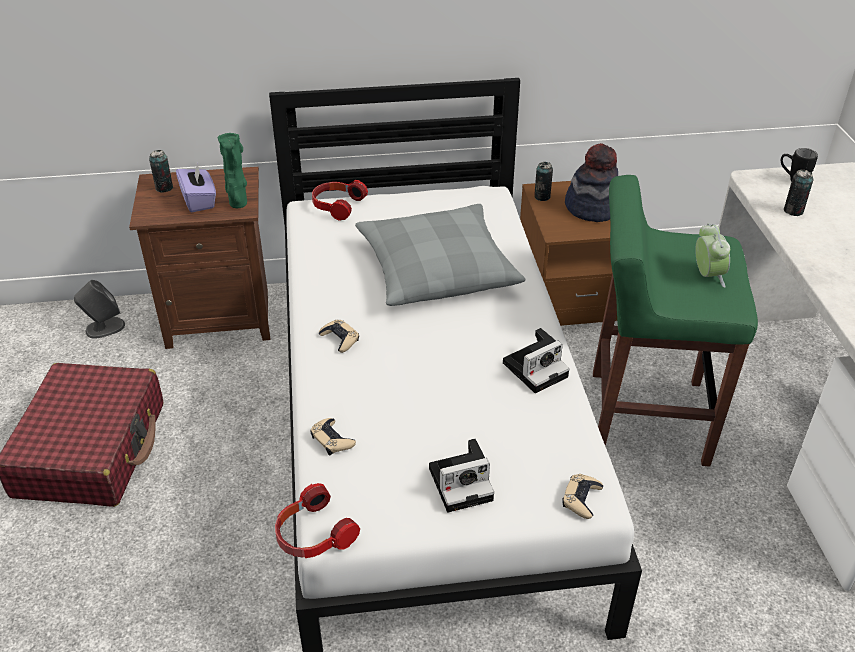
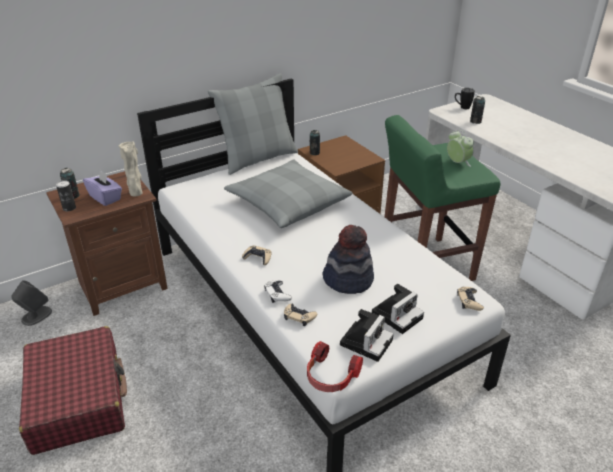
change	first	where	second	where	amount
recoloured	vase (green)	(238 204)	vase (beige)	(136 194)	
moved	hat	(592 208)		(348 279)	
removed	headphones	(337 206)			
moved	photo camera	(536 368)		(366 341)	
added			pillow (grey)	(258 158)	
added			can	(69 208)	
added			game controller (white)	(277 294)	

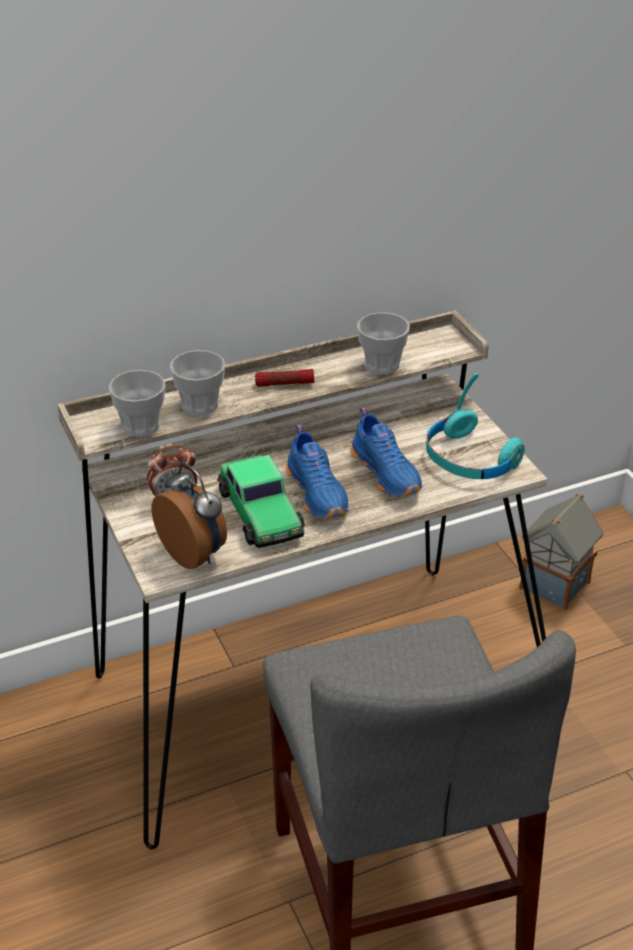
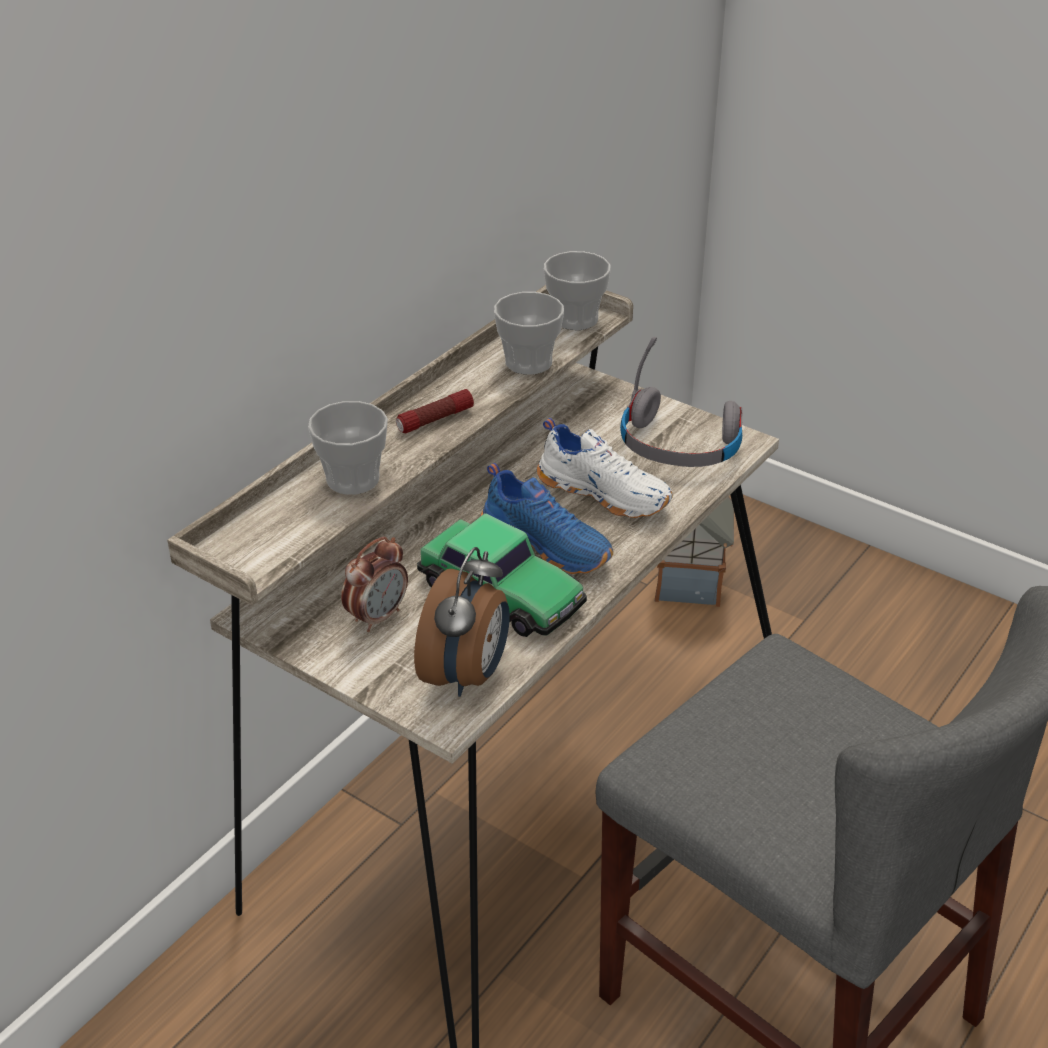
change	first	where	second	where	amount
moved	cup	(141 425)		(575 319)	
recoloured	headphones (turquoise)	(470 459)	headphones (grey)	(680 445)	
recoloured	shoe (blue)	(387 473)	shoe (white)	(605 492)	
turned	alarm clock	(194 554)		(467 675)	90 degrees clockwise

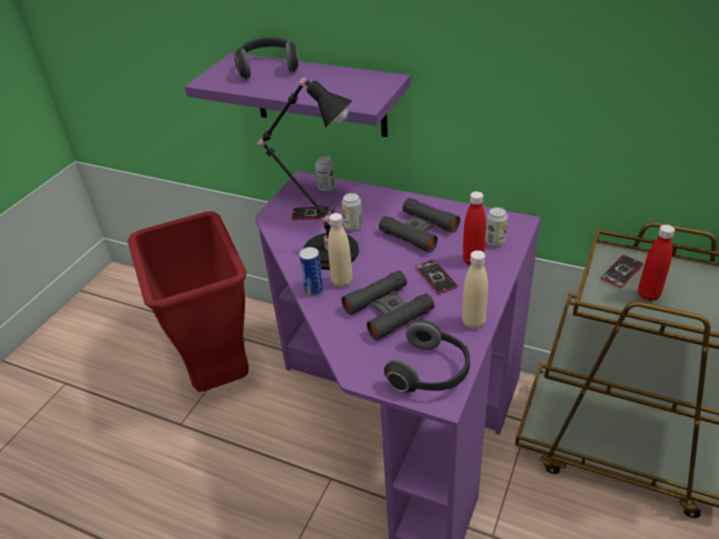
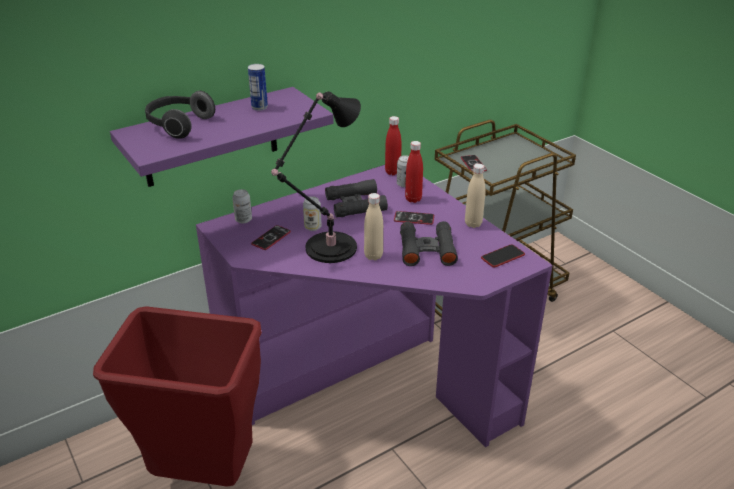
change	first	where	second	where	amount
moved	bottle (red)	(648 295)		(392 172)	
moved	can	(314 291)		(259 107)	
replaced	headphones	(431 372)	phone	(502 256)	

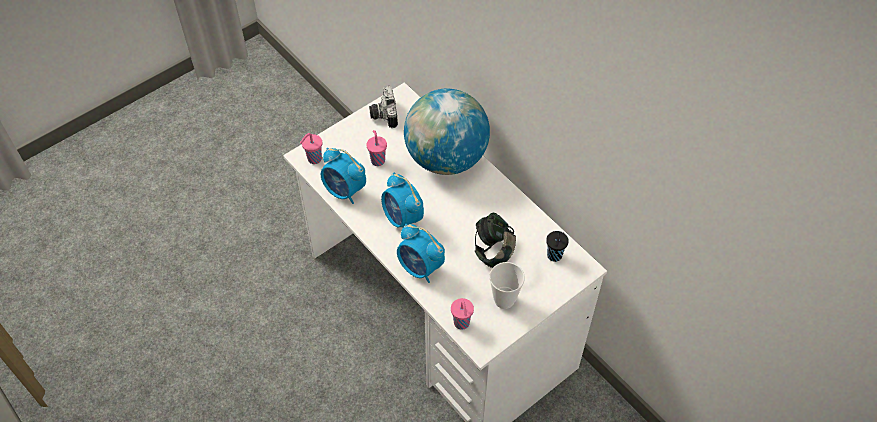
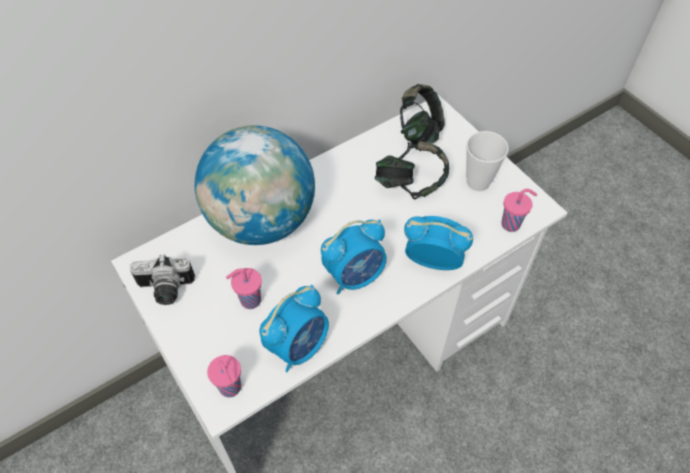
change	first	where	second	where	amount
turned	alarm clock	(420 268)		(433 260)	120 degrees counterclockwise
replaced	cup (black)	(554 256)	headphones	(419 133)	

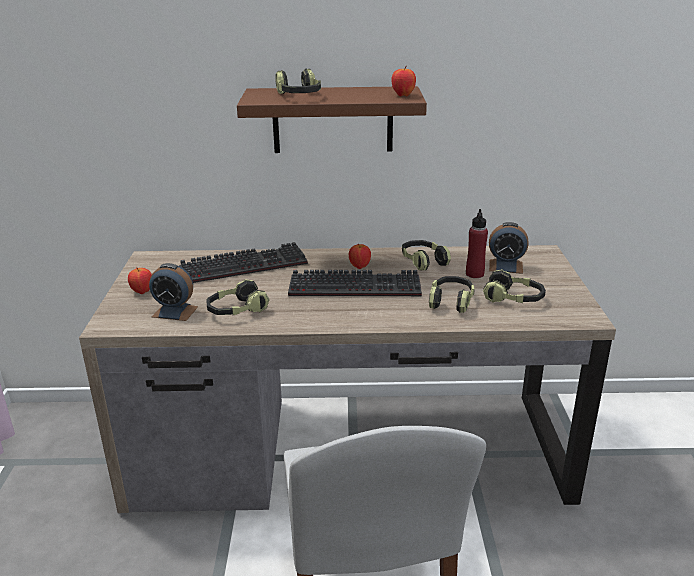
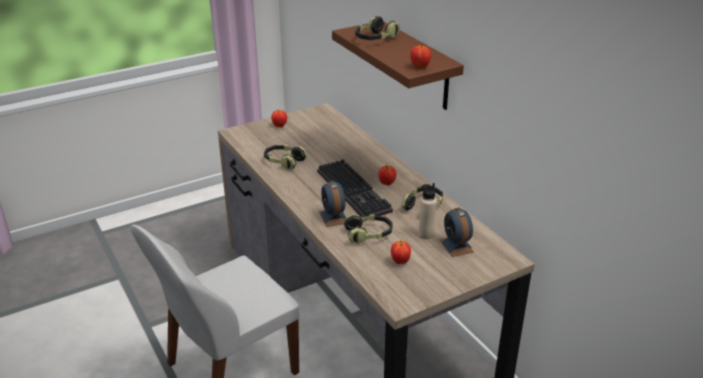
change	first	where	second	where	amount
recoloured	bottle (red)	(474 274)	bottle (beige)	(426 234)	
removed	keyboard	(245 265)			
moved	alarm clock	(175 312)		(333 217)	
replaced	headphones	(513 299)	apple	(400 261)	

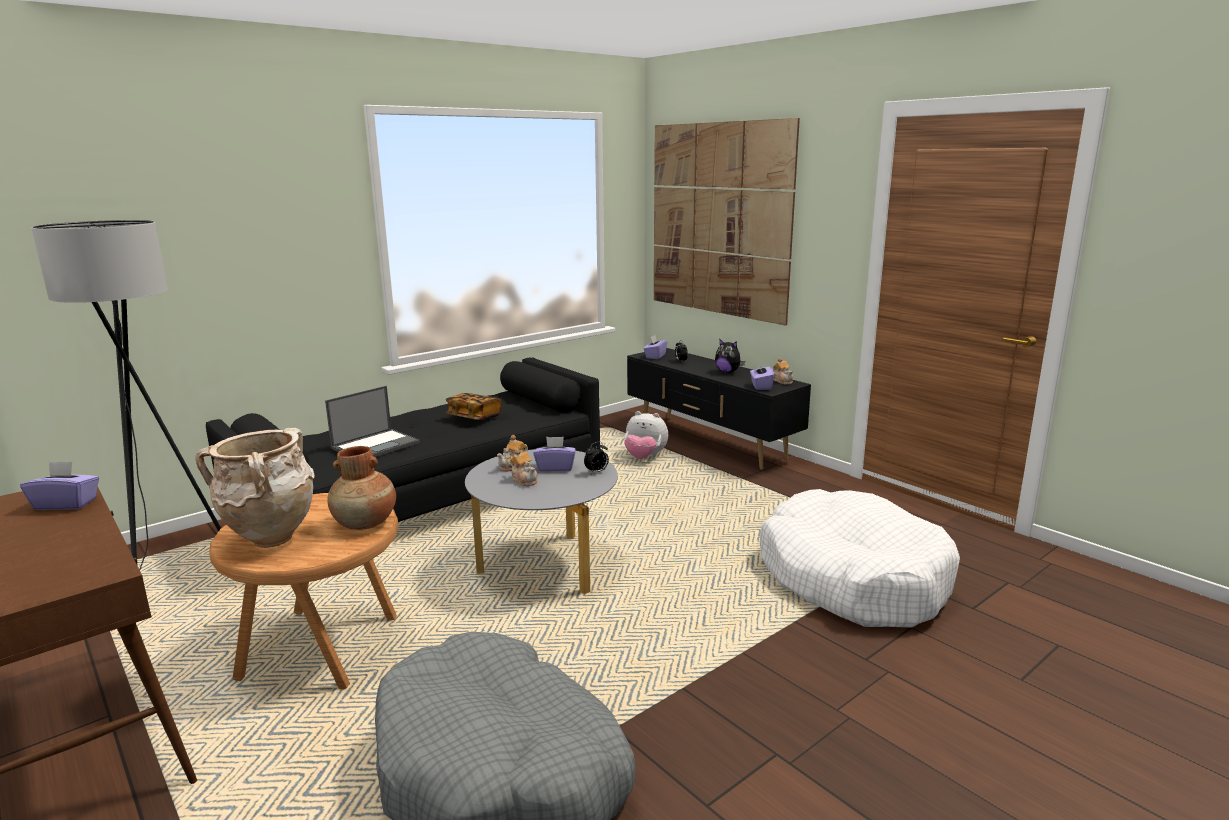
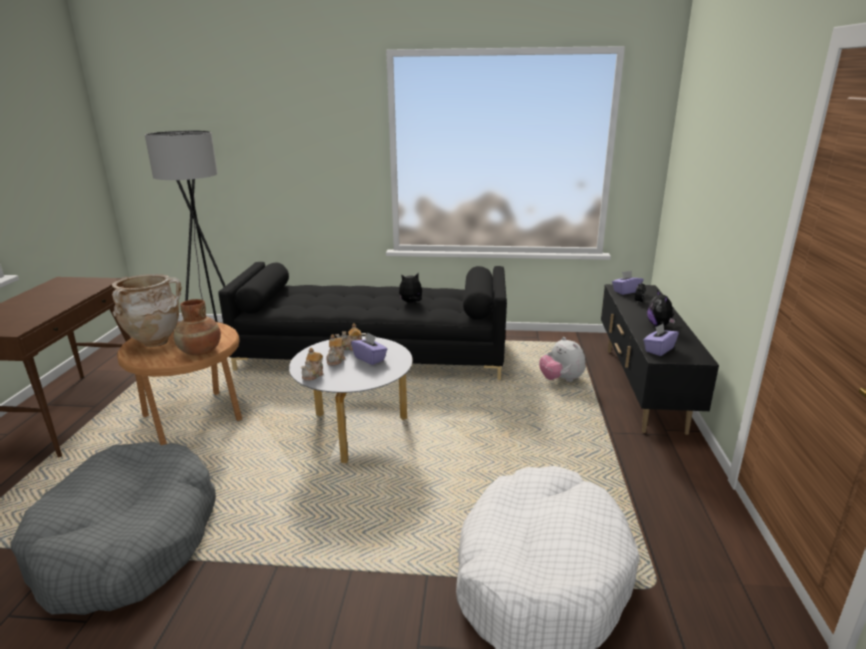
change	first	where	second	where	amount
removed	picture	(719 220)			
moved	teapot	(783 381)		(313 374)	
removed	laptop	(376 445)			
replaced	book	(474 417)	plush toy	(411 302)	
removed	alarm clock	(597 472)			
removed	tissue box (purple)	(66 504)			

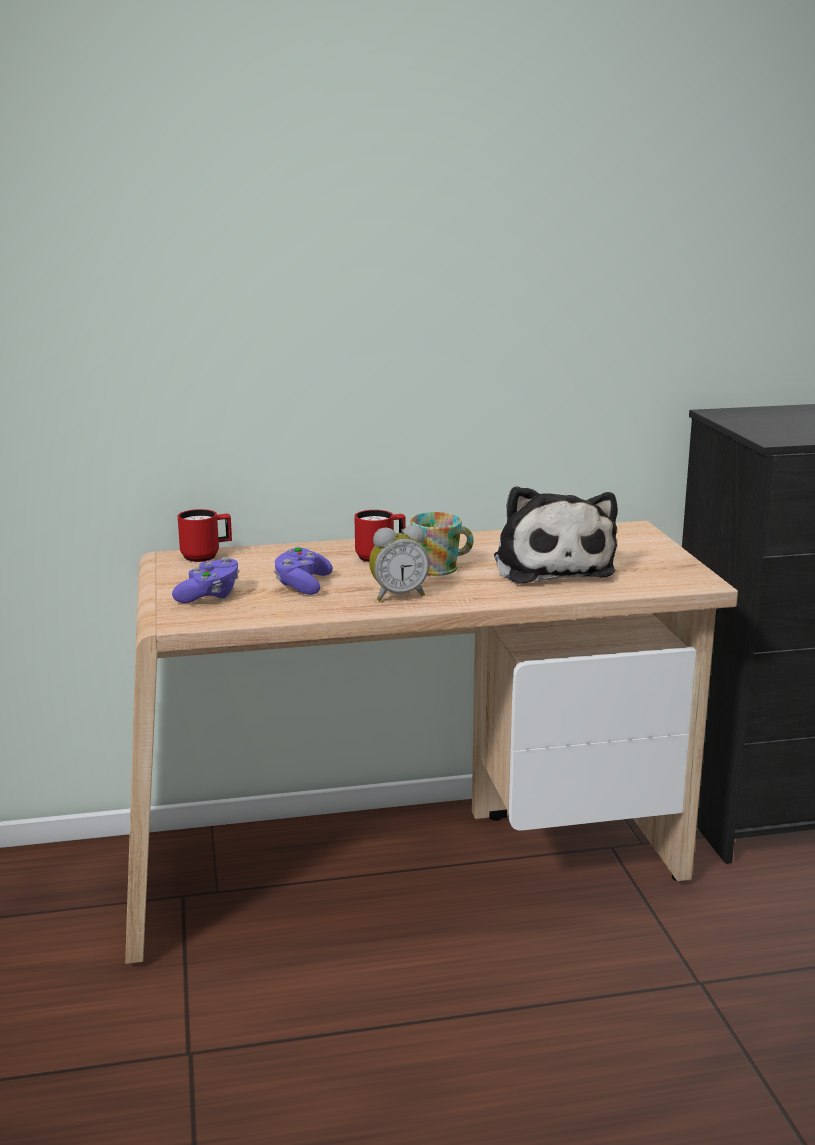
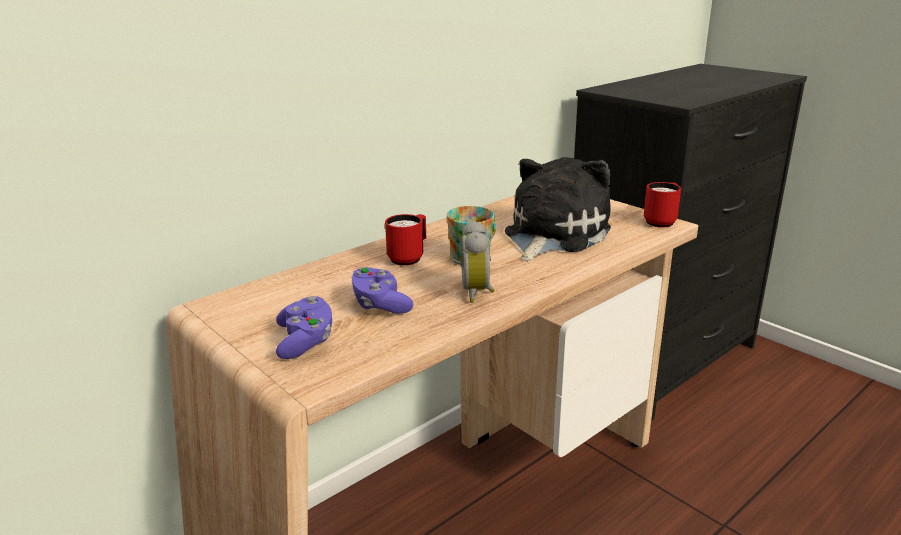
change	first	where	second	where	amount
turned	plush toy	(551 566)		(552 235)	105 degrees counterclockwise
moved	mug (red)	(206 556)		(662 221)	
turned	alarm clock	(398 595)		(478 292)	135 degrees clockwise

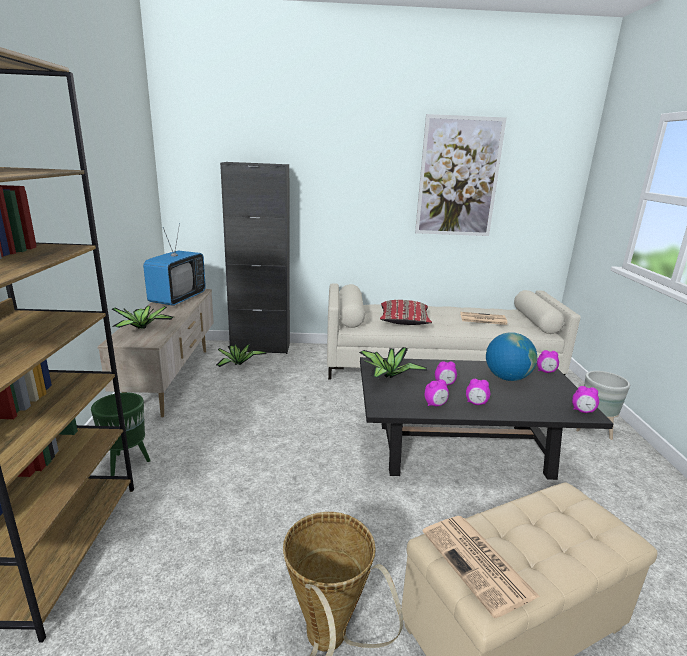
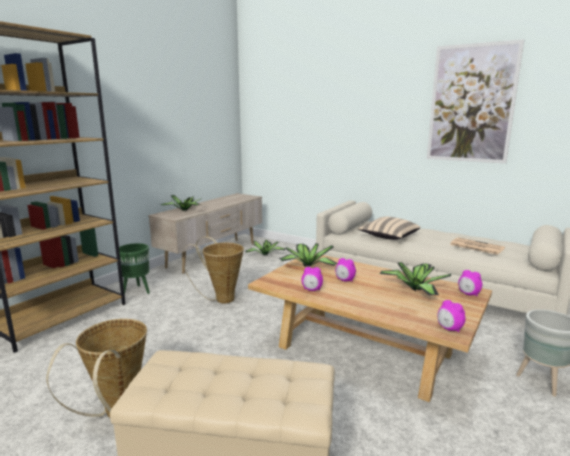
change	first	where	second	where	amount
removed	cabinet (black)	(260 348)			
removed	television	(177 299)			
recoloured	pillow (red)	(404 322)	pillow (beige)	(388 237)	
replaced	globe	(506 378)	potted plant	(414 289)	
recoloured	coffee table (black)	(462 449)	coffee table (beige)	(364 350)	
removed	alarm clock	(476 403)			
removed	newspaper	(478 564)			
added			basket	(221 299)	

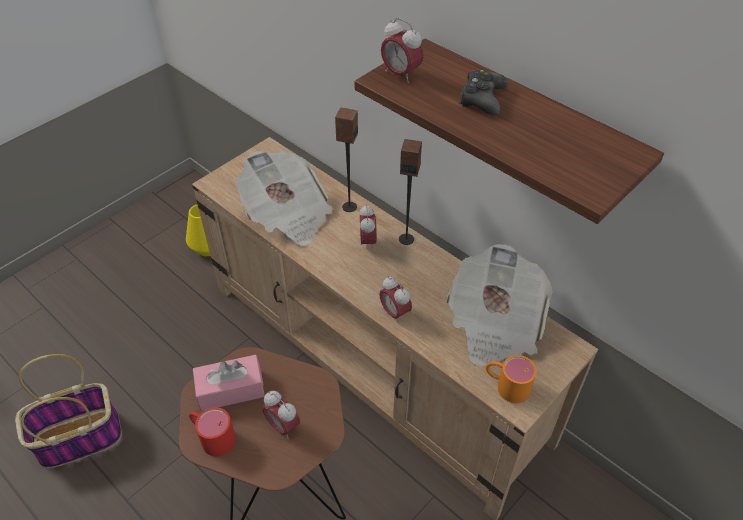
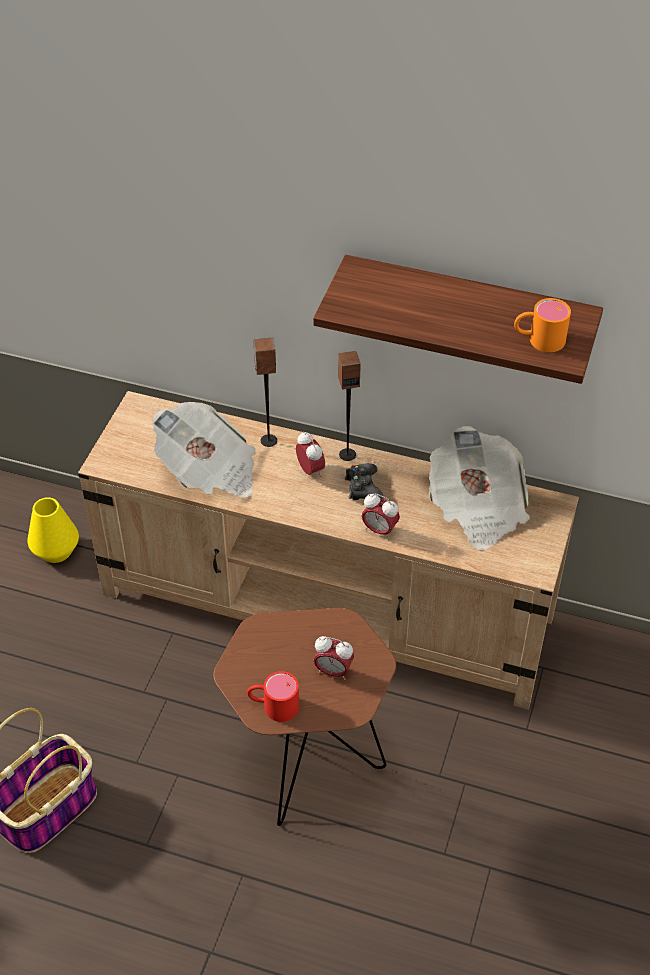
change	first	where	second	where	amount
removed	alarm clock	(401 74)			
moved	game controller (black)	(482 99)		(363 487)	
removed	tissue box (pink)	(231 390)			
moved	mug (orange)	(506 385)		(538 339)	

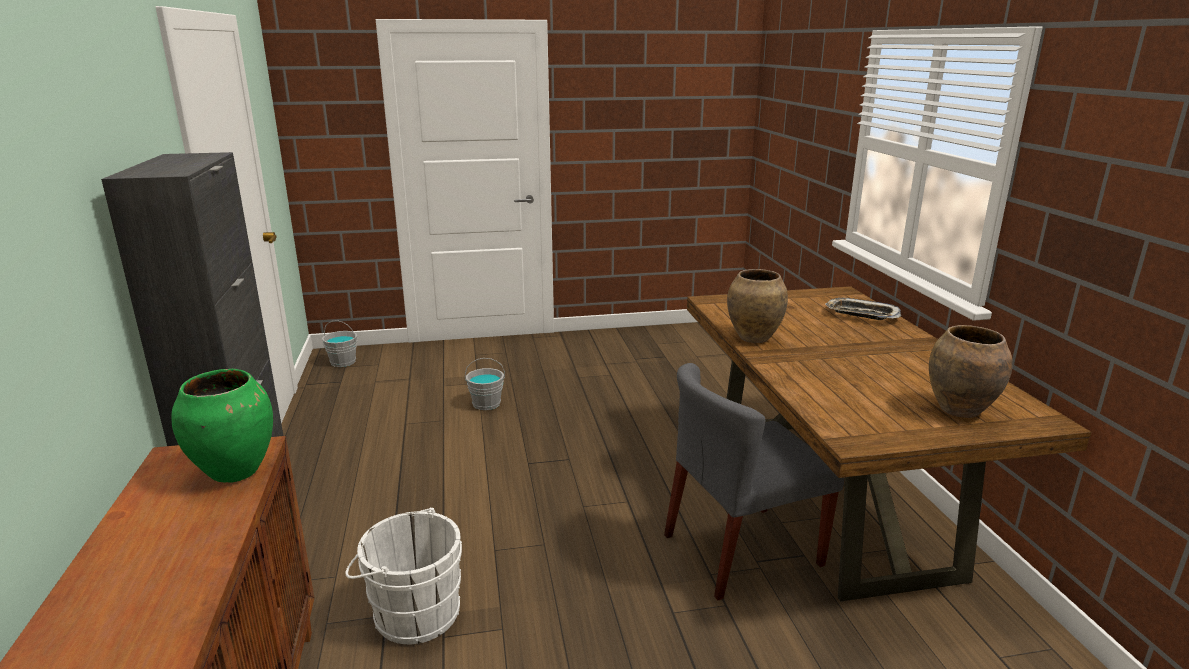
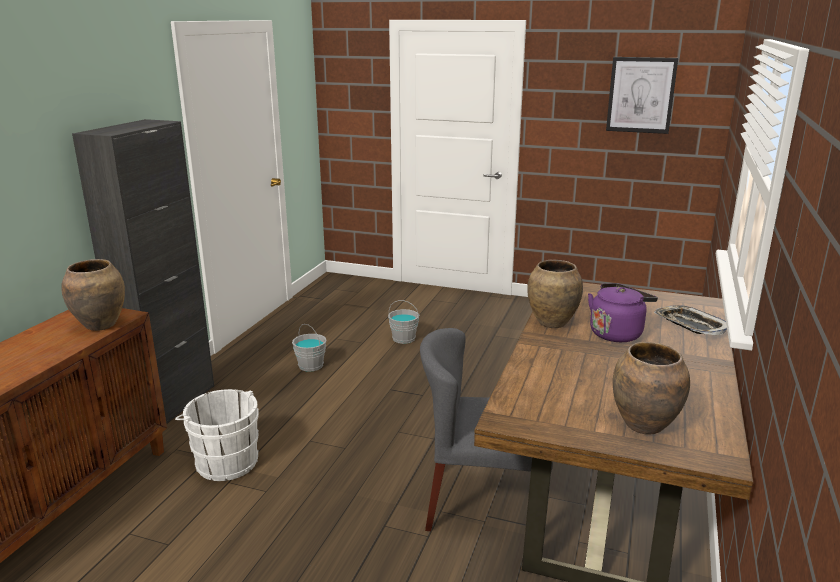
change	first	where	second	where	amount
moved	bucket (grey)	(343 362)		(311 365)	
recoloured	vase (green)	(236 471)	vase (brown)	(101 325)	
added			picture	(641 95)	
added			kettle (purple)	(617 333)	

